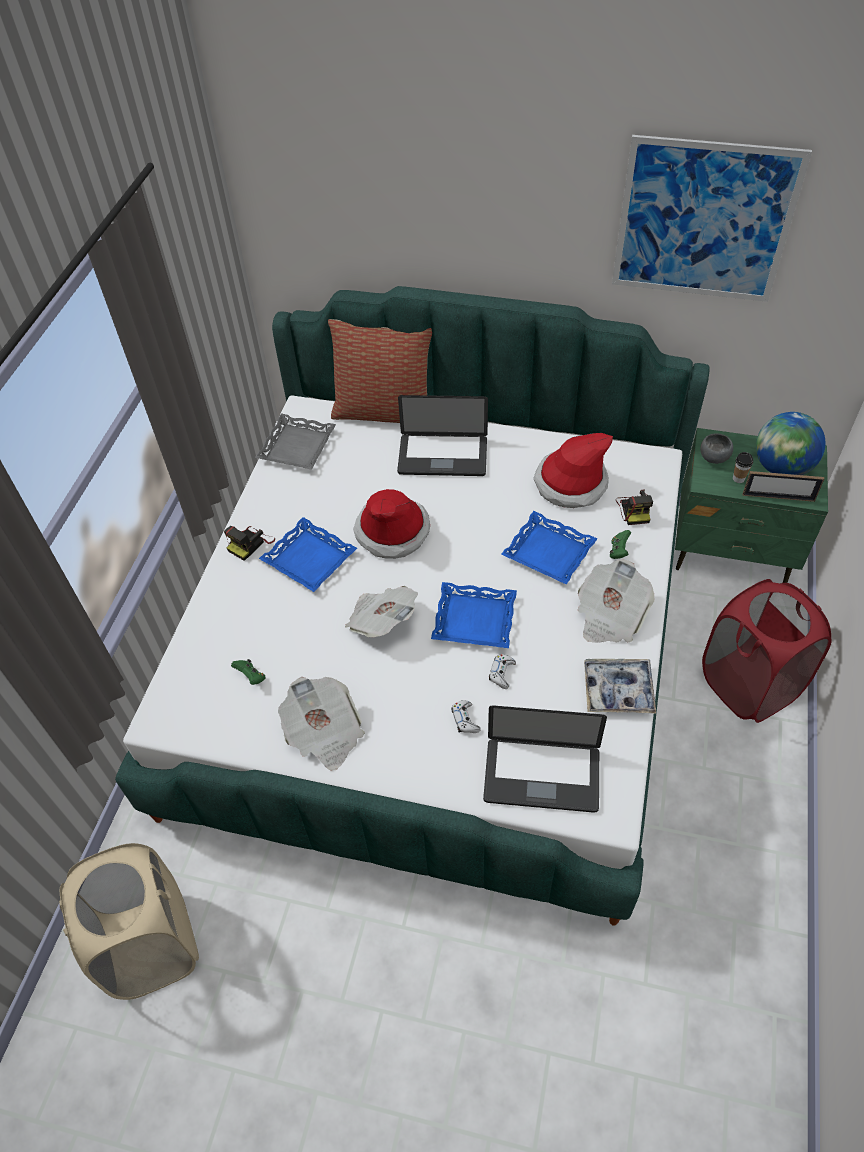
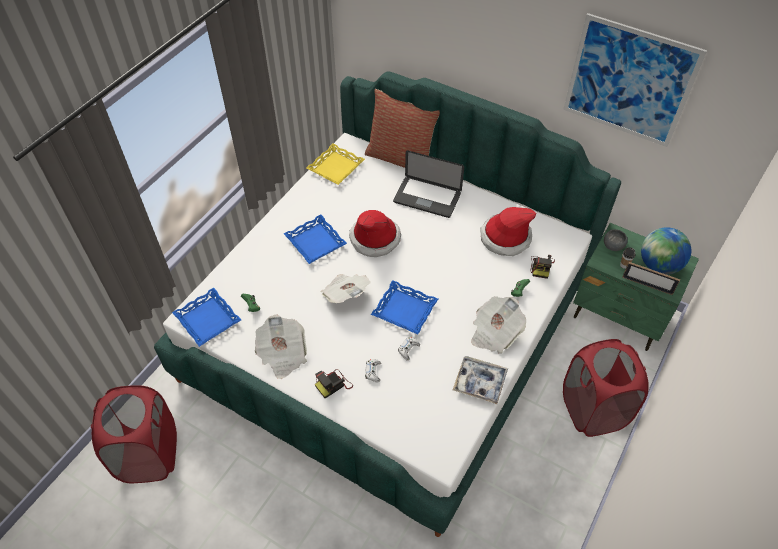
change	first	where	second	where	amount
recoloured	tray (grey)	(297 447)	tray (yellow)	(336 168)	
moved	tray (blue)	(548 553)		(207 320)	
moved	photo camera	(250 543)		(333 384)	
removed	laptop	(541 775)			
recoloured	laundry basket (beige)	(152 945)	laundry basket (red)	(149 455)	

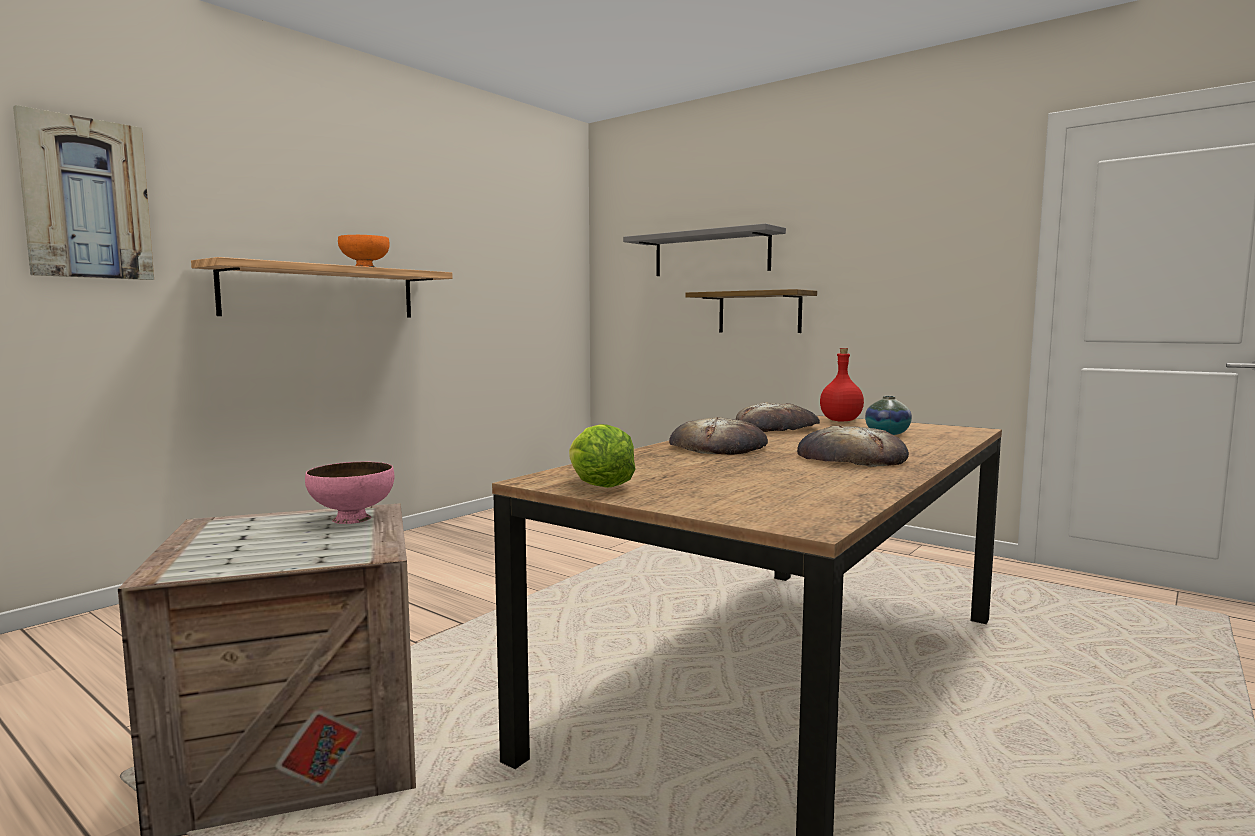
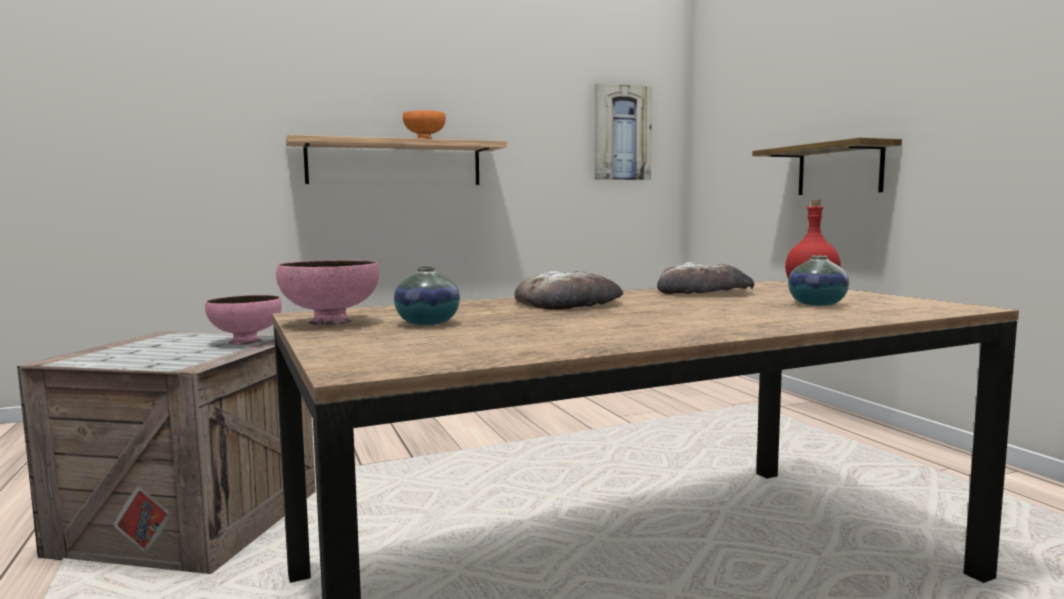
change	first	where	second	where	amount
moved	picture	(86 199)		(622 133)	
removed	shelf (grey)	(711 254)			
replaced	lettuce	(599 486)	bowl (pink)	(330 322)	
removed	bread	(850 457)			
added			vase	(427 323)	

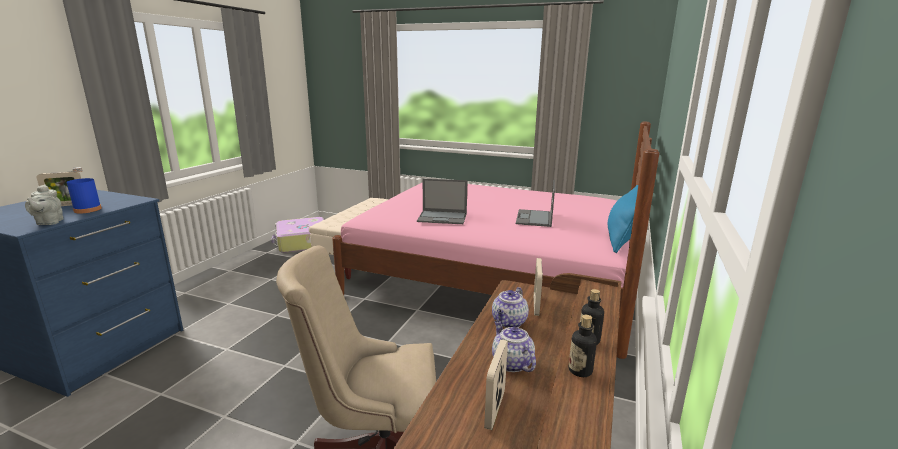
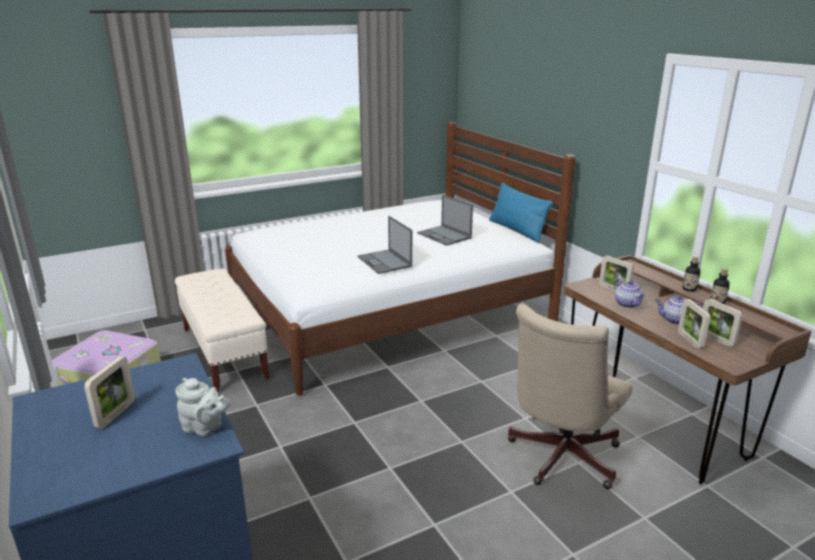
change	first	where	second	where	amount
recoloured	bed (pink)	(494 279)	bed (white)	(389 312)	
removed	bottle (blue)	(87 210)			
turned	laptop	(443 217)		(385 262)	105 degrees clockwise
added			picture frame	(690 340)	

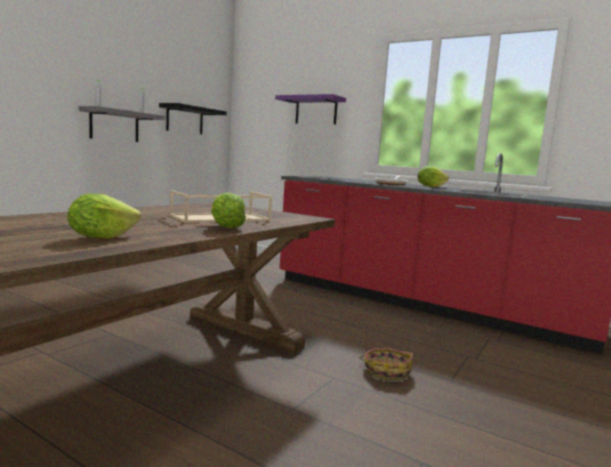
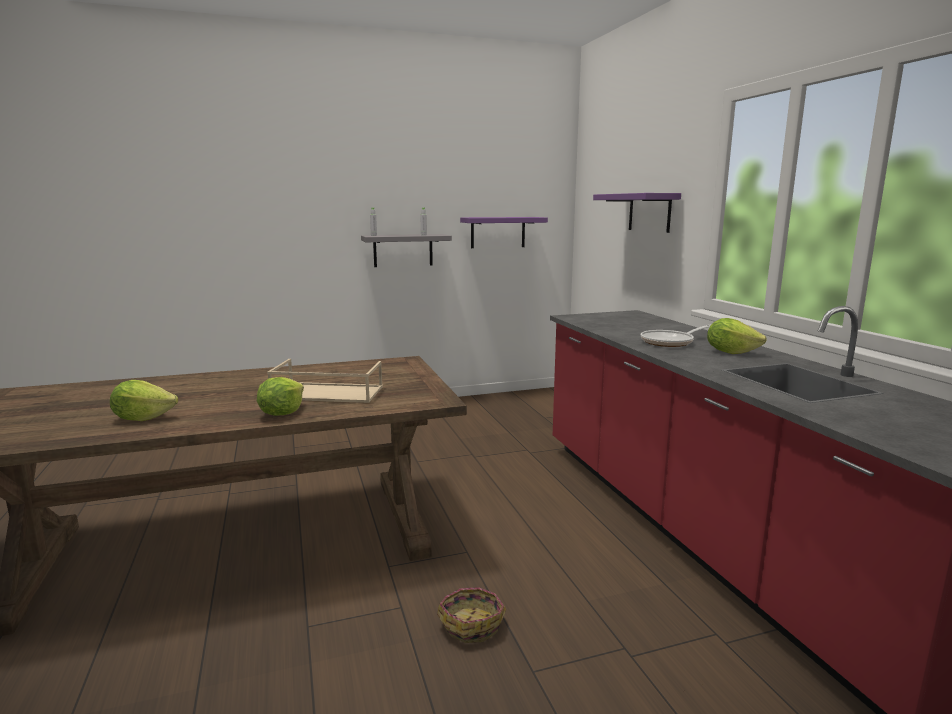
change	first	where	second	where	amount
recoloured	shelf (black)	(184 120)	shelf (purple)	(498 232)	

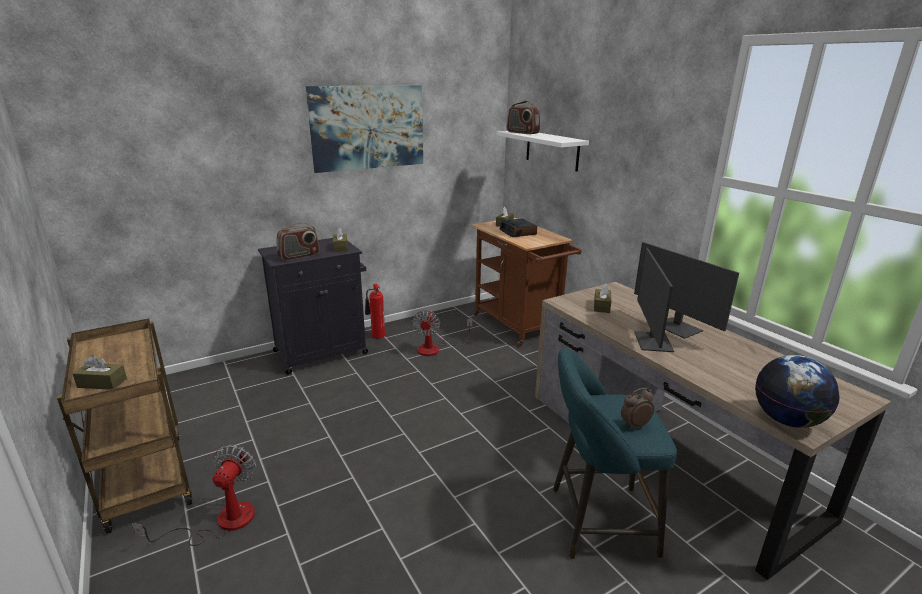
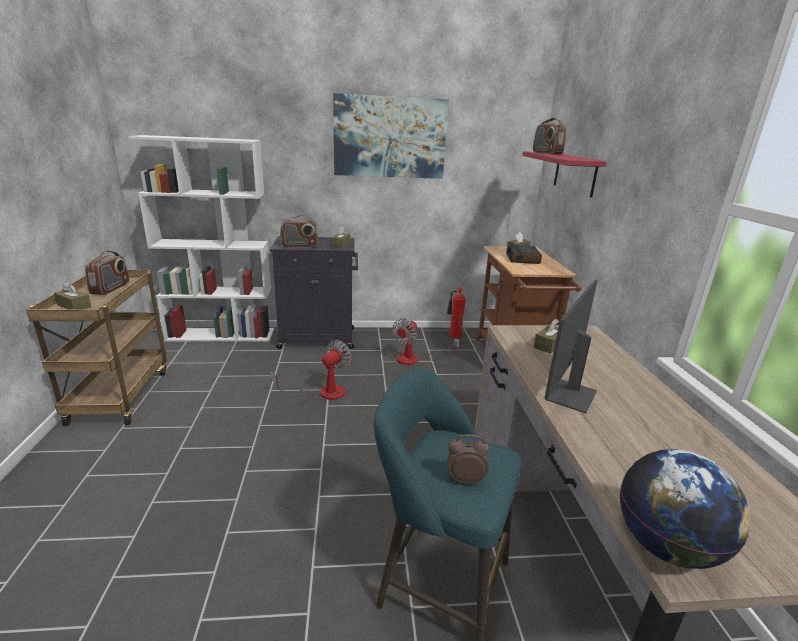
change	first	where	second	where	amount
recoloured	shelf (white)	(552 150)	shelf (red)	(574 173)	
removed	monitor	(677 328)			
moved	fire extinguisher	(377 336)		(454 336)	
moved	fan	(221 522)		(322 393)	
added			bookcase (white)	(222 335)	
added			radio	(111 289)	

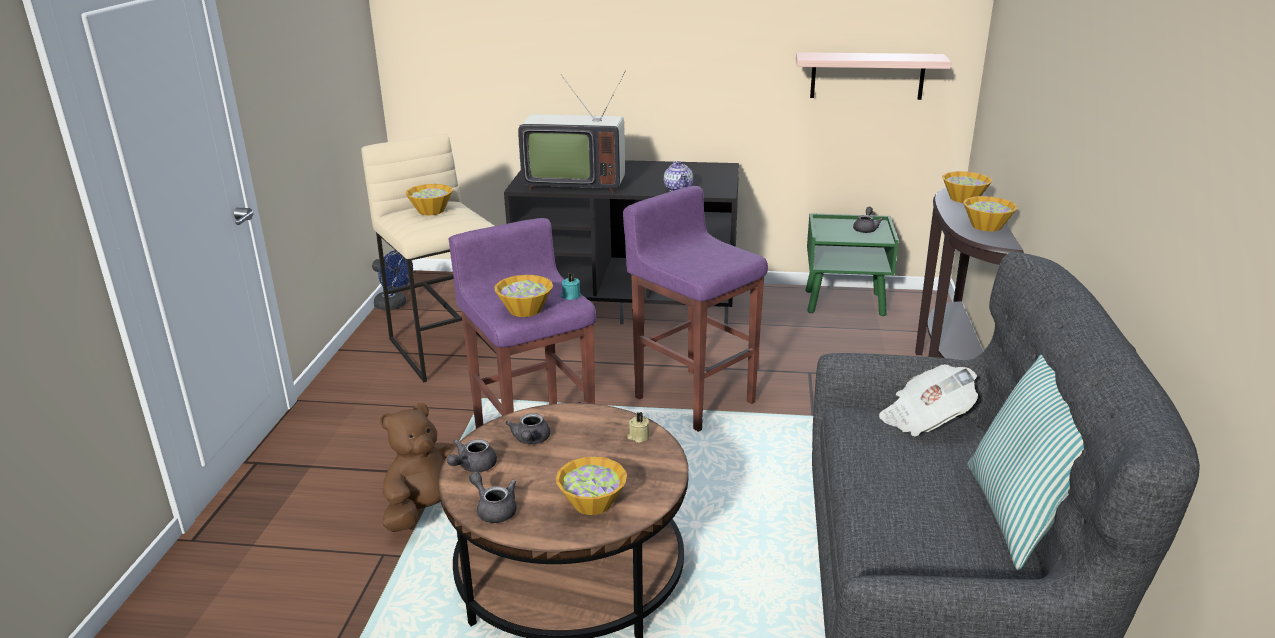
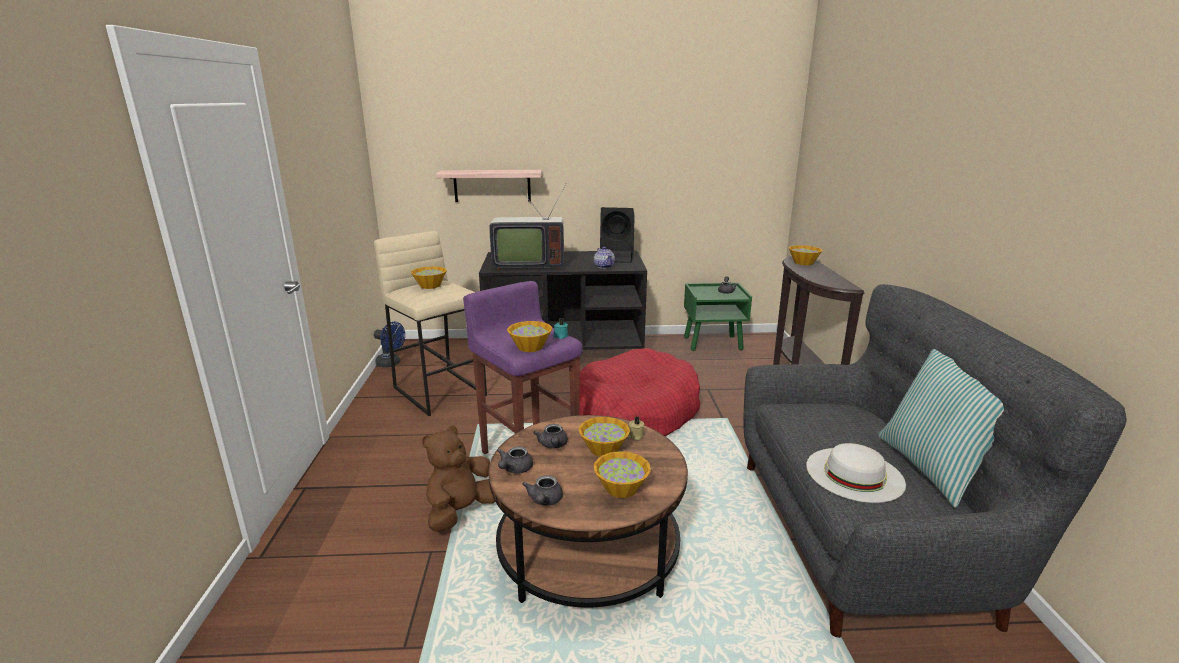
change	first	where	second	where	amount
moved	shelf	(867 76)		(492 185)	
replaced	stool (purple)	(694 398)	dog bed (red)	(635 412)	
moved	bowl	(986 226)		(604 449)	
removed	newspaper	(925 419)			
turned	teapot (grey)	(494 509)		(544 501)	120 degrees counterclockwise
added			speaker (black)	(618 258)	
added			hat (white)	(854 474)	

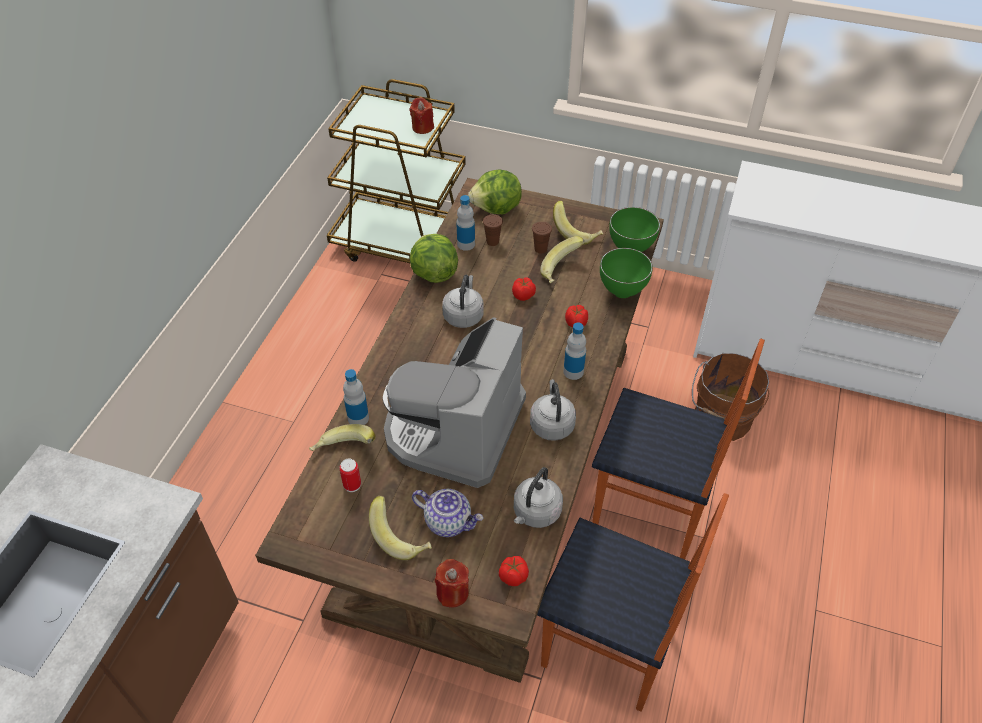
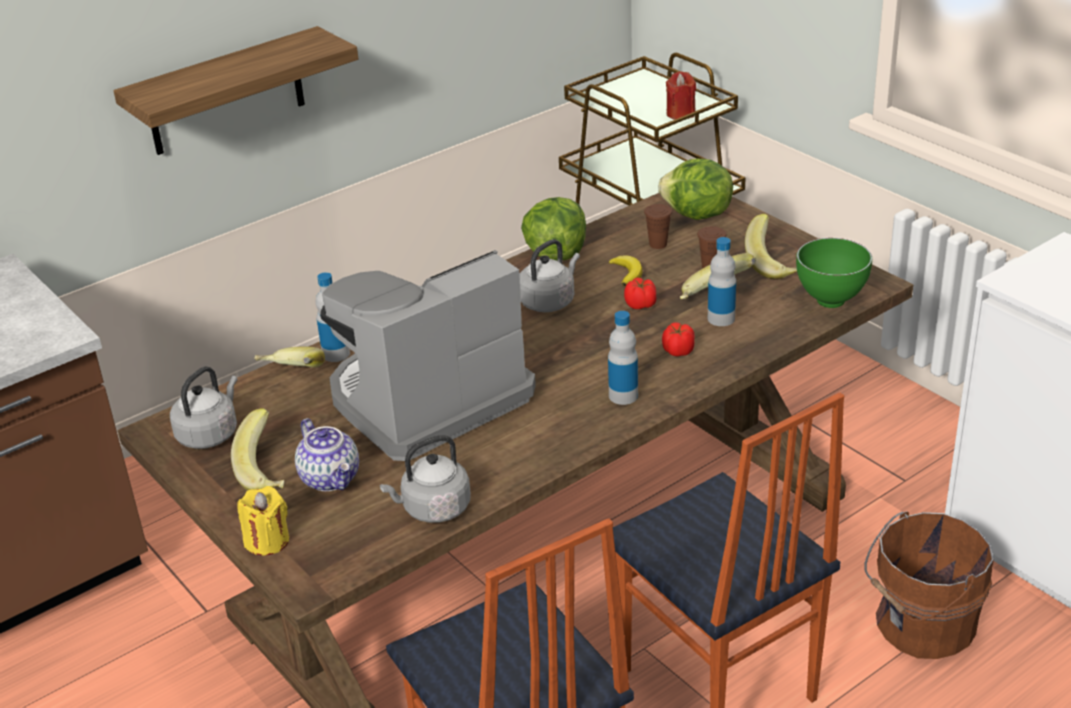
change	first	where	second	where	amount
moved	bottle	(466 244)		(721 318)	
removed	bowl (green)	(623 292)			
moved	kettle (grey)	(551 424)		(210 434)	
removed	can	(352 485)			
removed	tomato	(512 576)			
recoloured	candle (red)	(452 592)	candle (yellow)	(267 541)	
added			shelf	(225 93)	
added			banana	(627 273)	

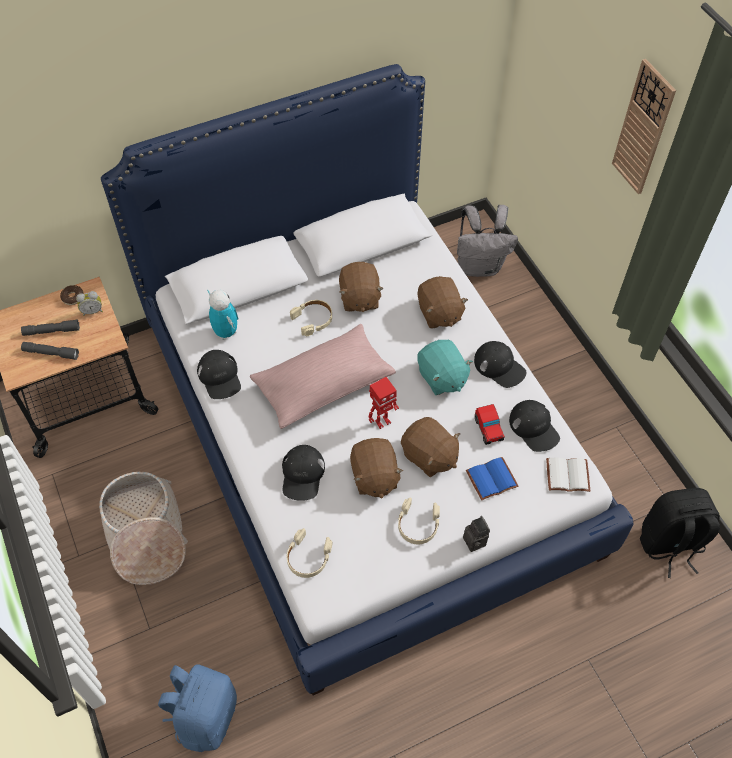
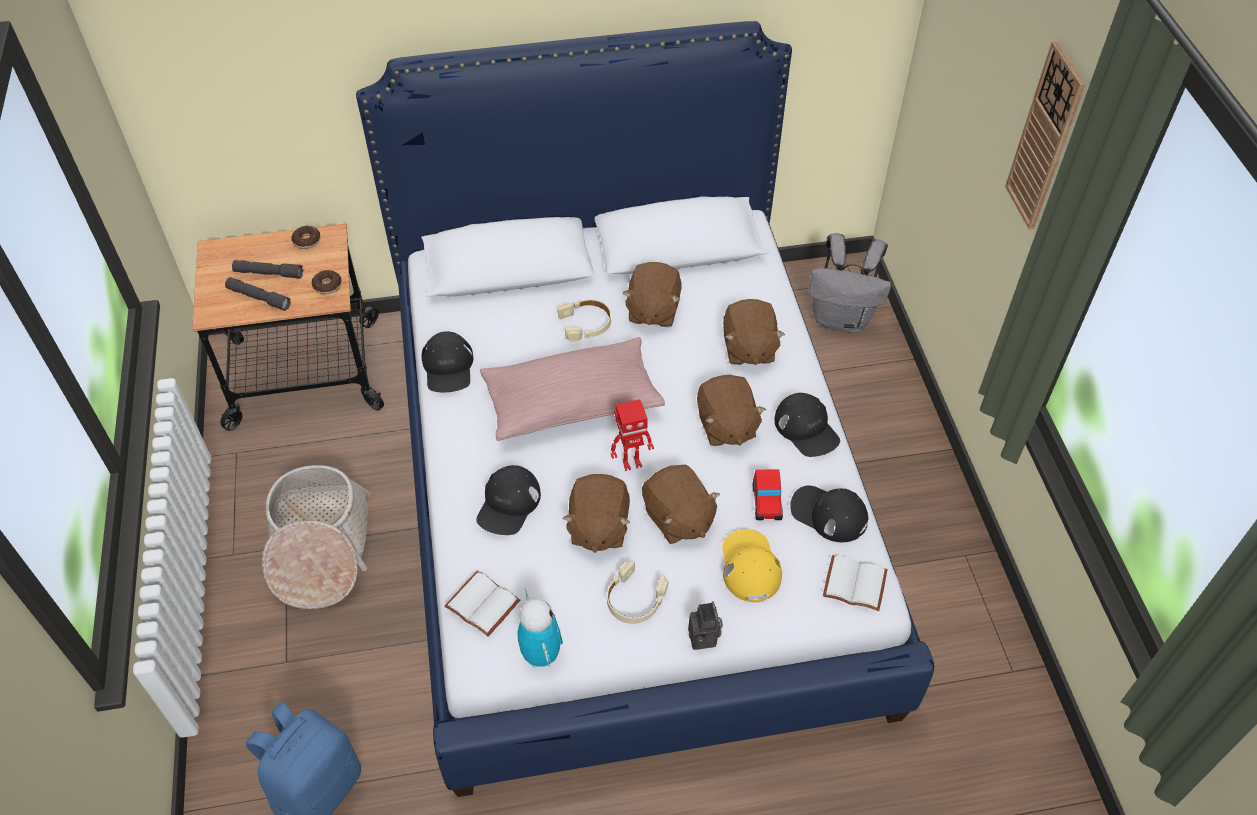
change	first	where	second	where	amount
moved	toy robot	(226 332)		(541 655)	
removed	alarm clock	(92 311)			
recoloured	plush toy (turquoise)	(441 377)	plush toy (brown)	(726 426)	
turned	cap (black)	(534 428)		(828 514)	135 degrees clockwise
replaced	book (blue)	(491 480)	cap (yellow)	(750 566)	
removed	backpack (black)	(670 544)			
replaced	headphones (beige)	(308 557)	book (white)	(480 605)	
added			donut	(327 285)	

